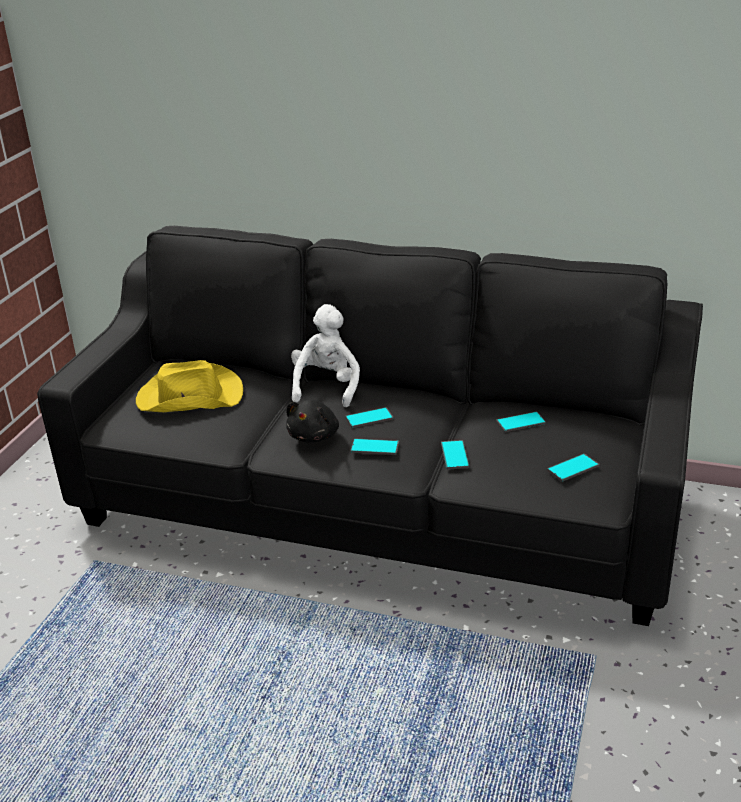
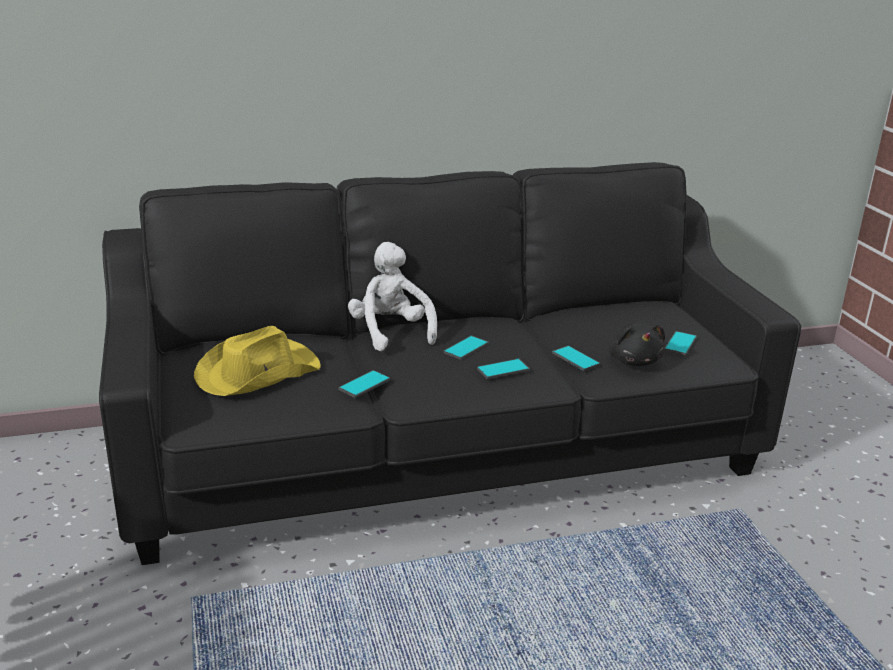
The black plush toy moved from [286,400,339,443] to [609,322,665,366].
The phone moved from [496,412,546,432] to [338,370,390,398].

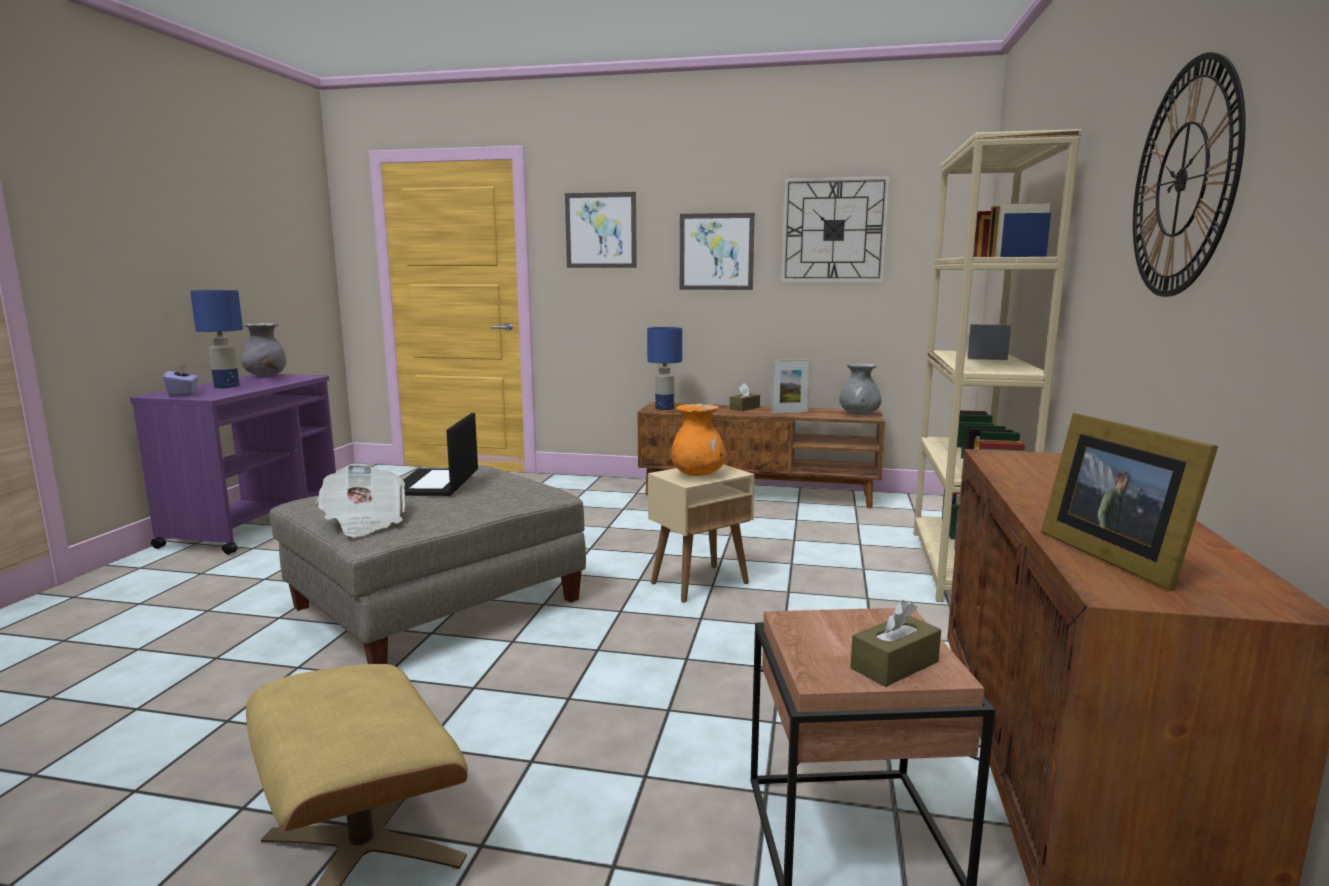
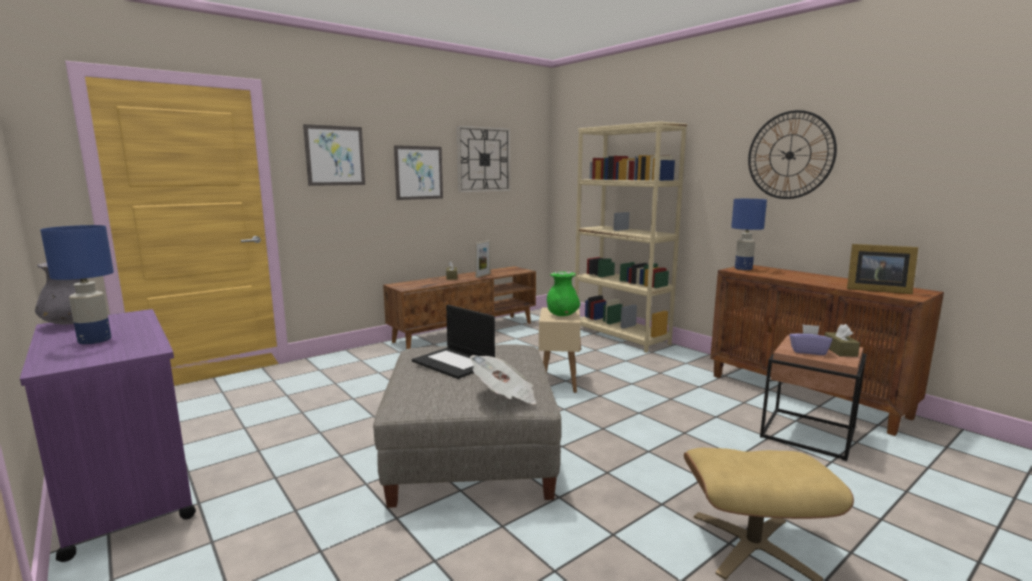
The blue table lamp moved from [647,327,682,410] to [731,199,767,270].
The purple tissue box moved from [163,363,198,397] to [789,324,832,355].
The grey vase at [839,363,881,415] disappeared.
The orange vase at [672,404,726,476] became the green vase at [547,271,580,316].

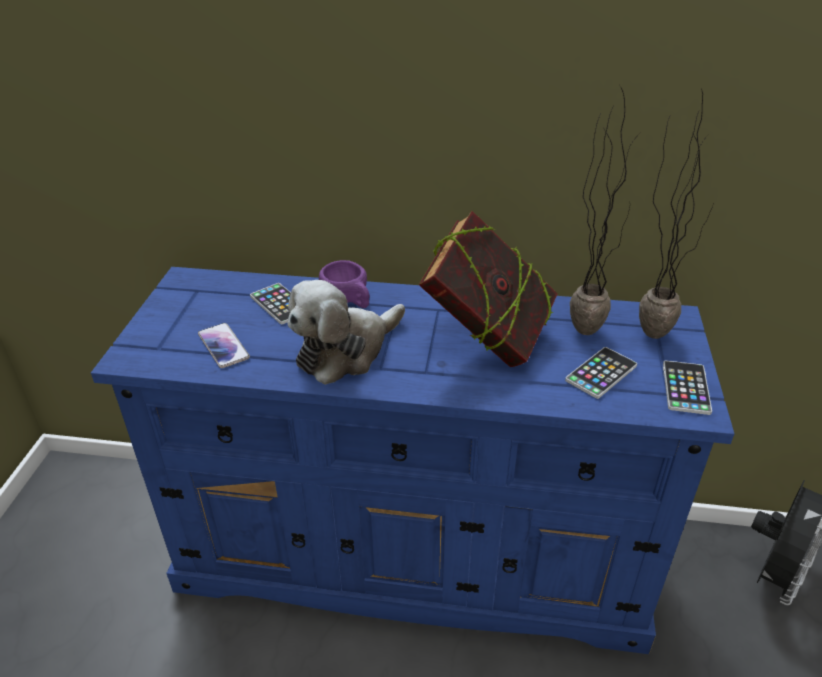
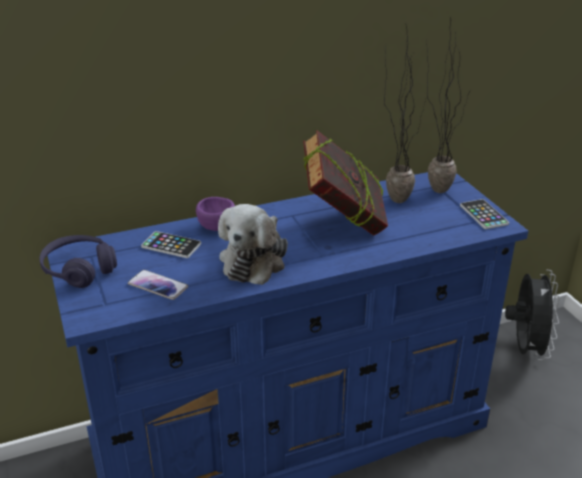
The phone at [565,347,637,399] disappeared.
The purple headphones at [40,235,117,288] appeared.

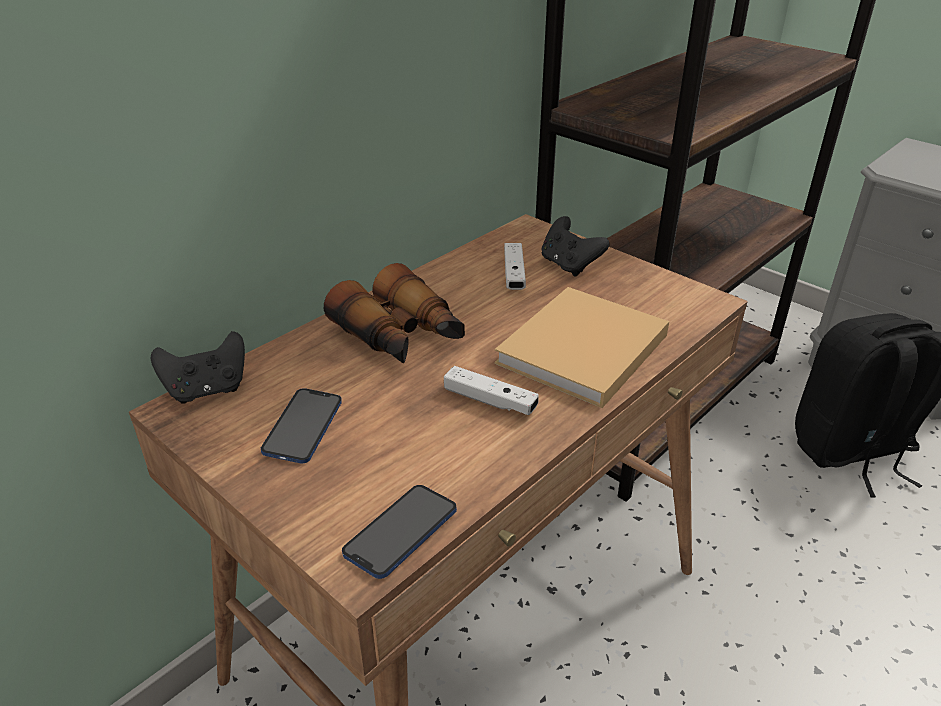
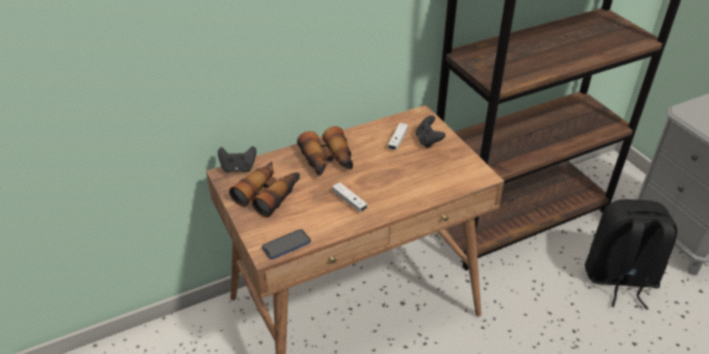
The beige book at [495,287,669,408] disappeared.
The phone at [261,388,342,464] was replaced by the binoculars at [229,162,300,217].

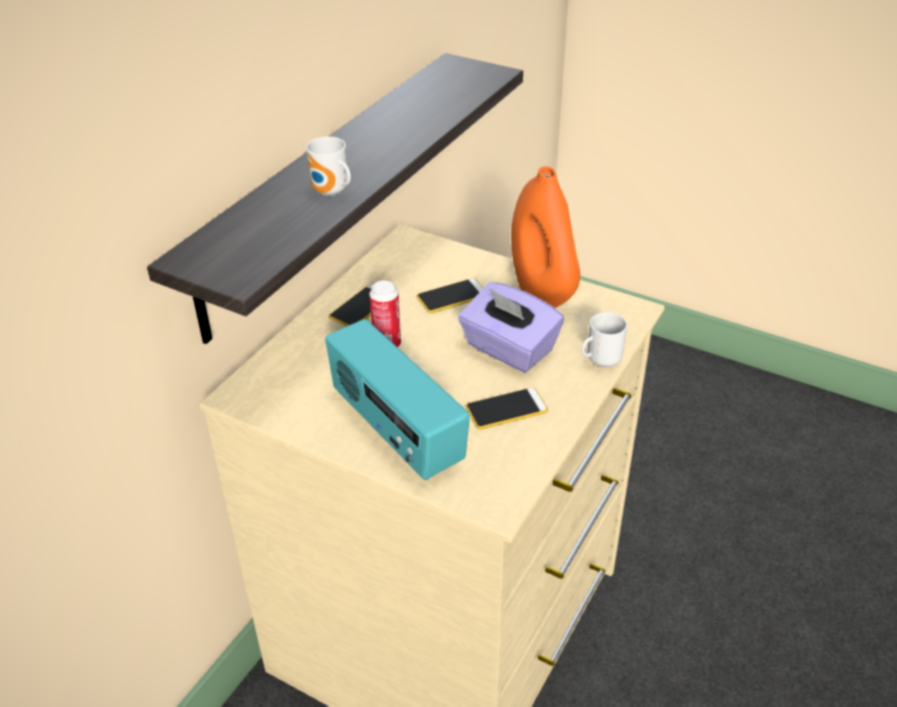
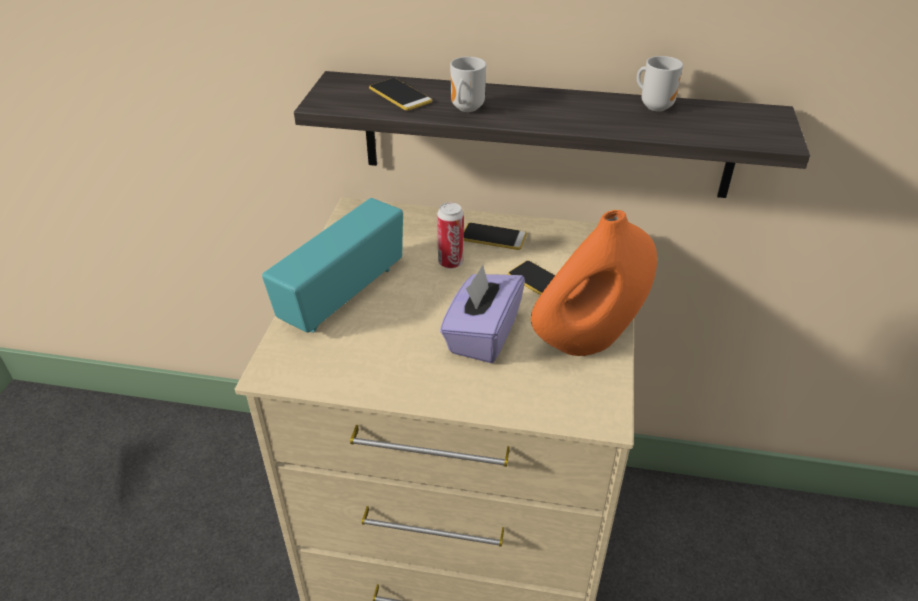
The mug moved from [581,312,627,367] to [637,56,683,112].
The phone moved from [466,388,548,430] to [369,78,432,111].

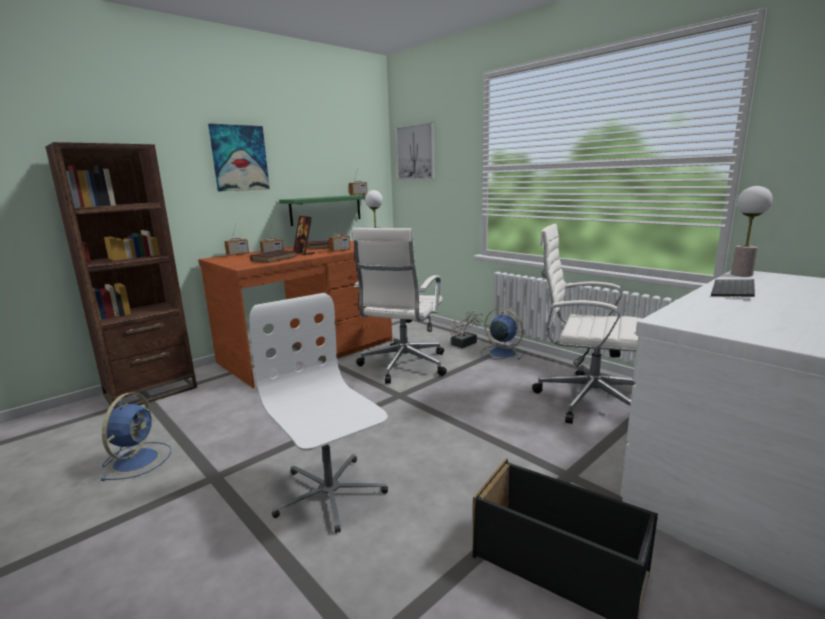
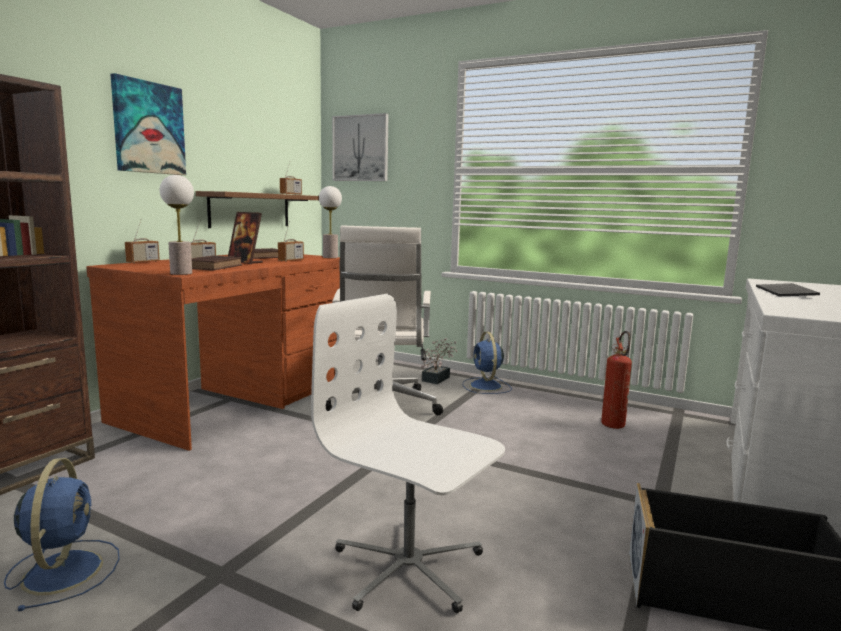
The table lamp moved from [731,186,773,277] to [160,175,194,275].
The green shelf at [279,195,366,226] became the brown shelf at [196,191,319,228].
The white office chair at [532,224,642,424] was replaced by the fire extinguisher at [601,331,632,429].
The blue fan at [481,308,524,360] turned 120 degrees counterclockwise.

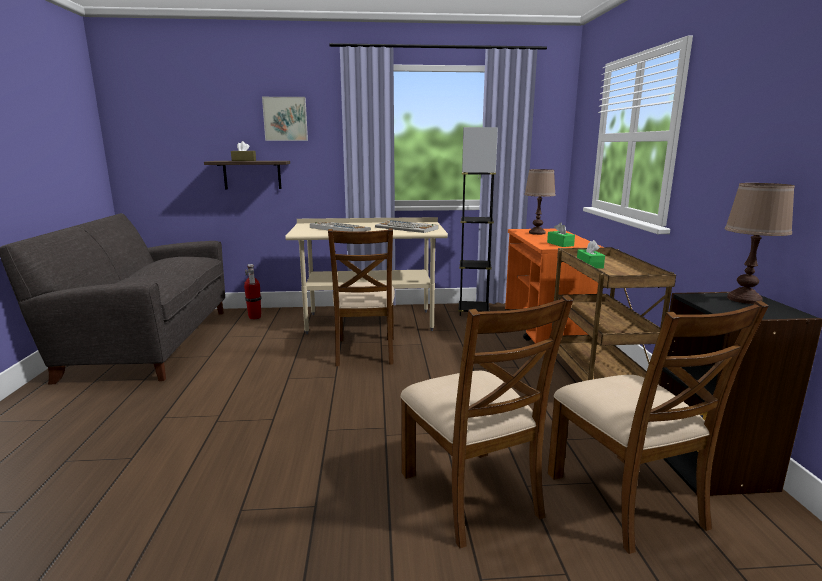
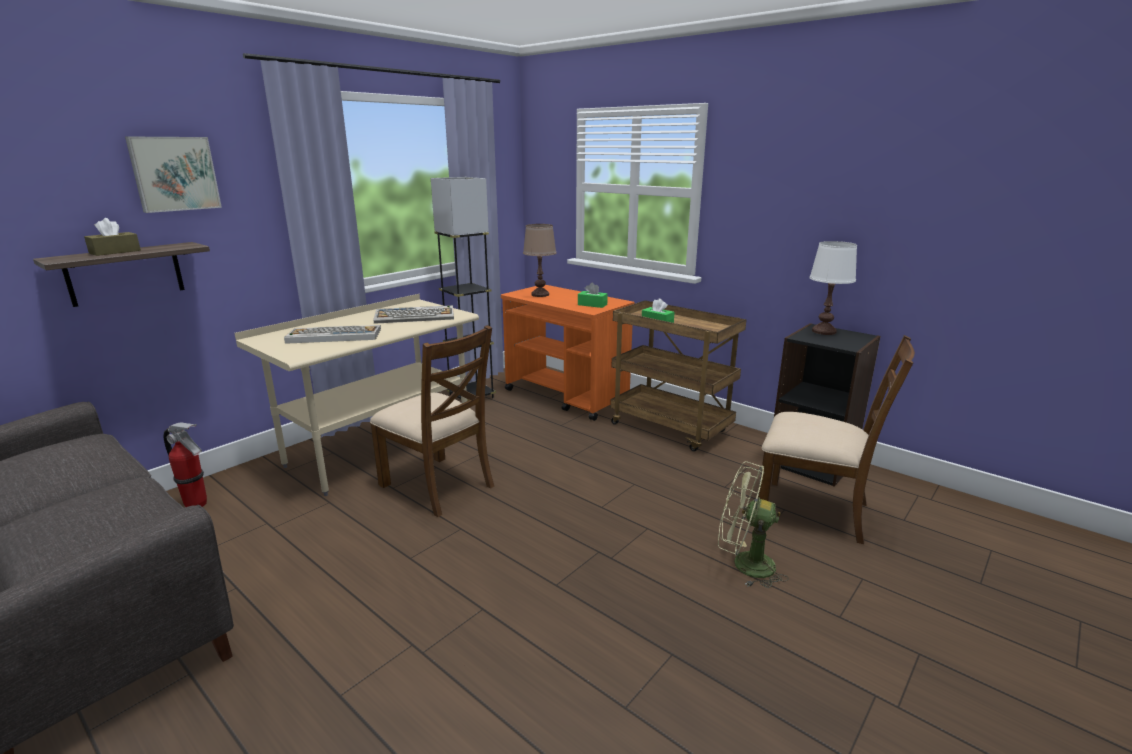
The brown table lamp at [725,183,795,304] became the white table lamp at [809,241,857,335].
The brown chair at [400,295,573,548] was replaced by the green fan at [718,461,789,588].

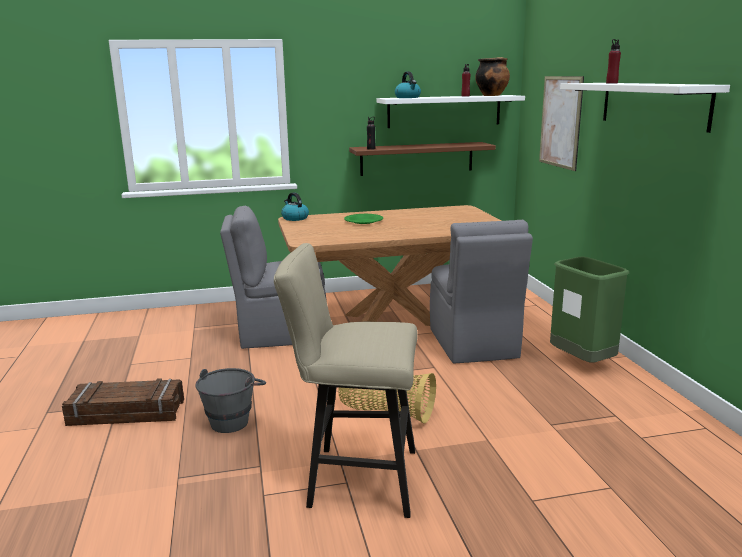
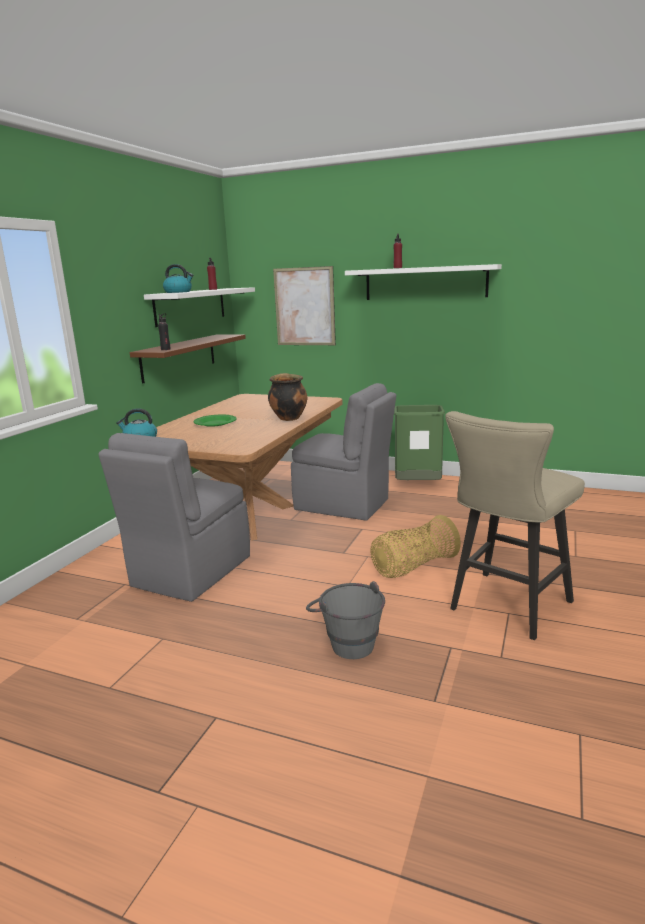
The cooking pot moved from [475,57,510,96] to [268,373,307,421].
The crate at [62,378,184,426] disappeared.

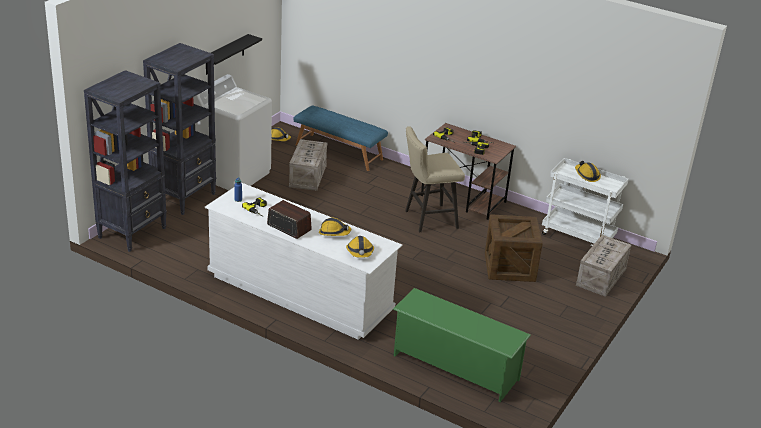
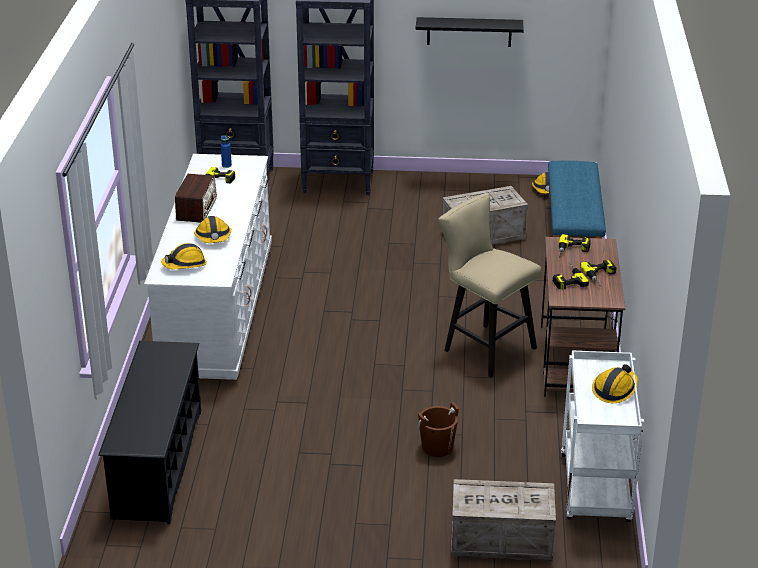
The white washing machine at [193,74,272,190] disappeared.
The crate at [485,214,543,282] was replaced by the brown bucket at [417,402,459,457].
The green shoe rack at [393,288,531,402] became the black shoe rack at [98,341,201,524].

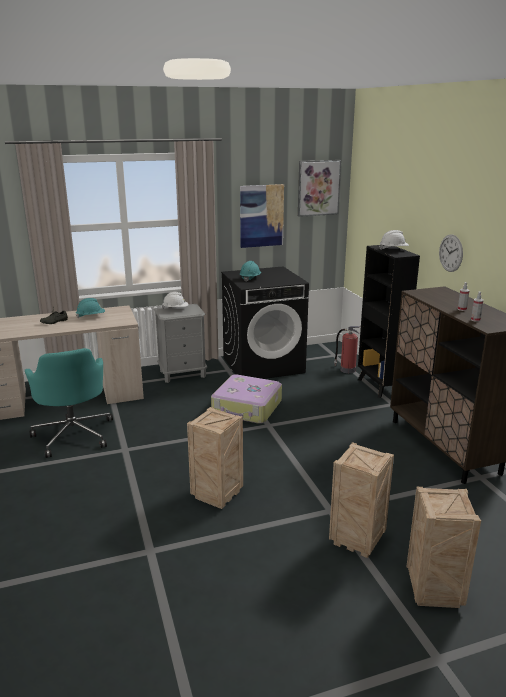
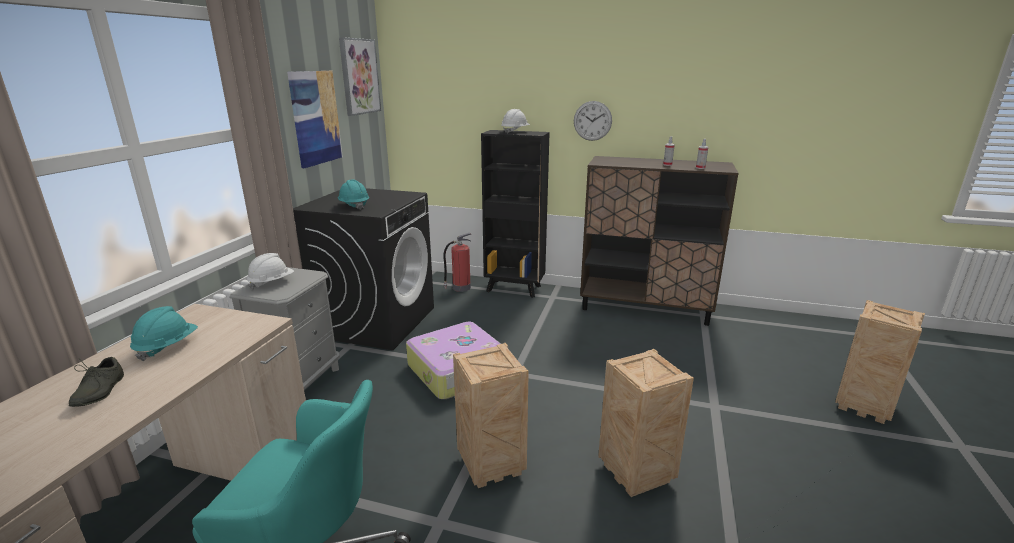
The crate moved from [329,442,394,558] to [453,343,529,488].

